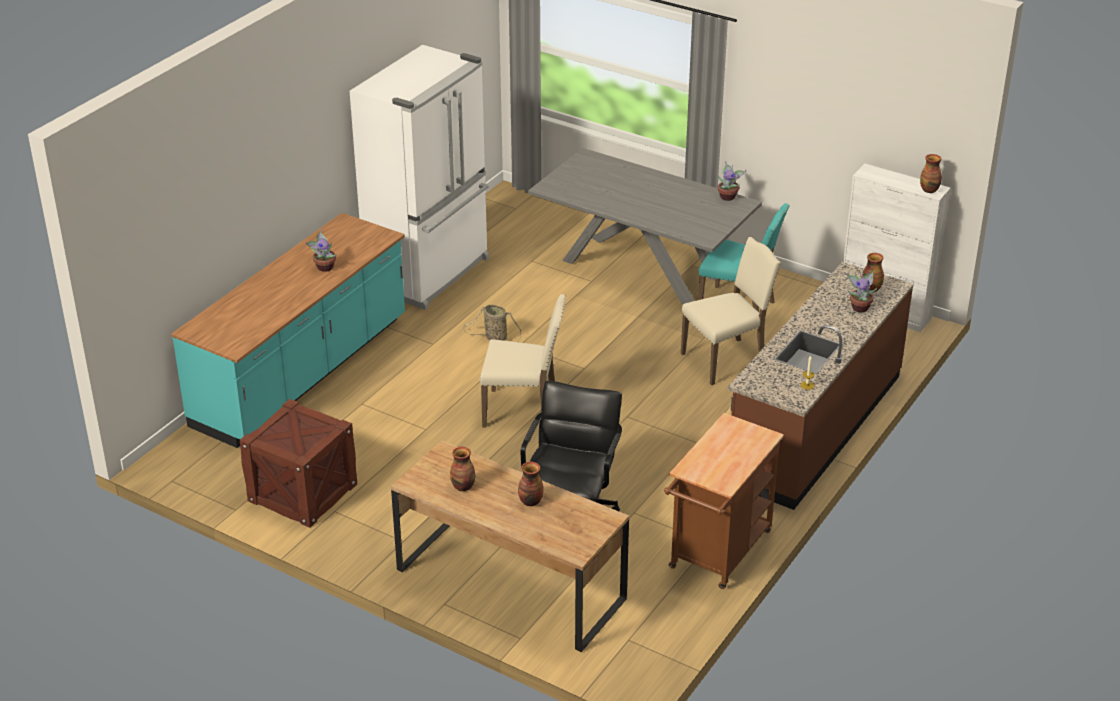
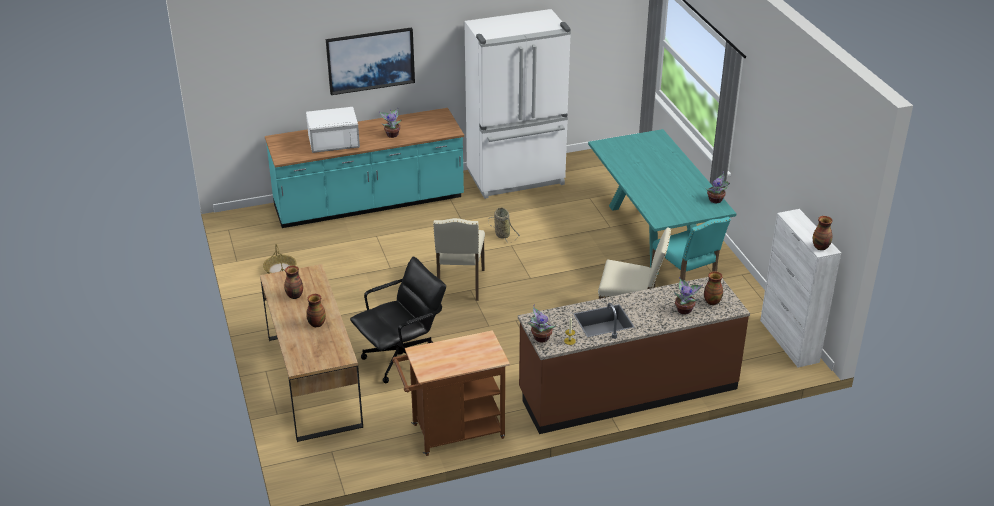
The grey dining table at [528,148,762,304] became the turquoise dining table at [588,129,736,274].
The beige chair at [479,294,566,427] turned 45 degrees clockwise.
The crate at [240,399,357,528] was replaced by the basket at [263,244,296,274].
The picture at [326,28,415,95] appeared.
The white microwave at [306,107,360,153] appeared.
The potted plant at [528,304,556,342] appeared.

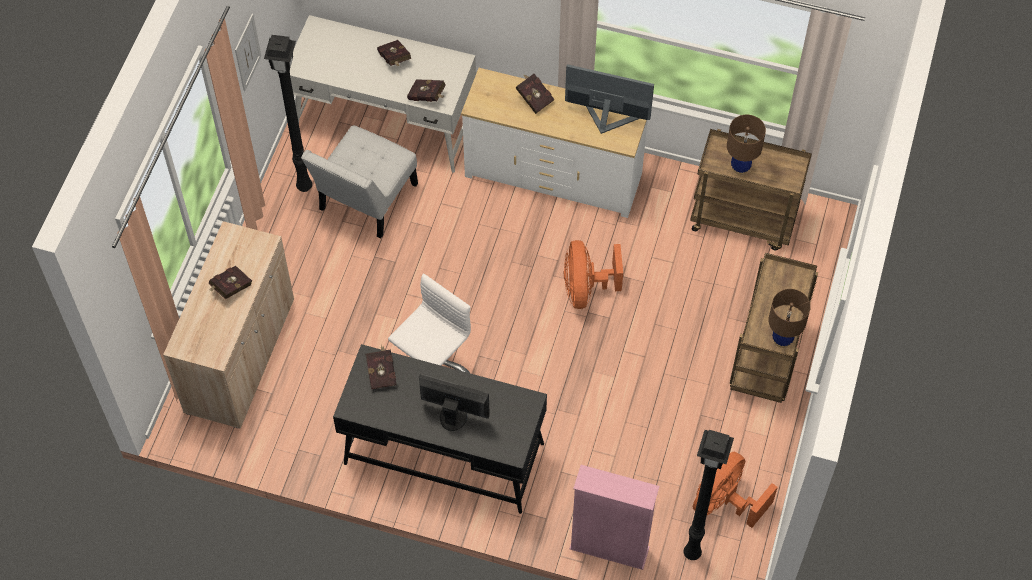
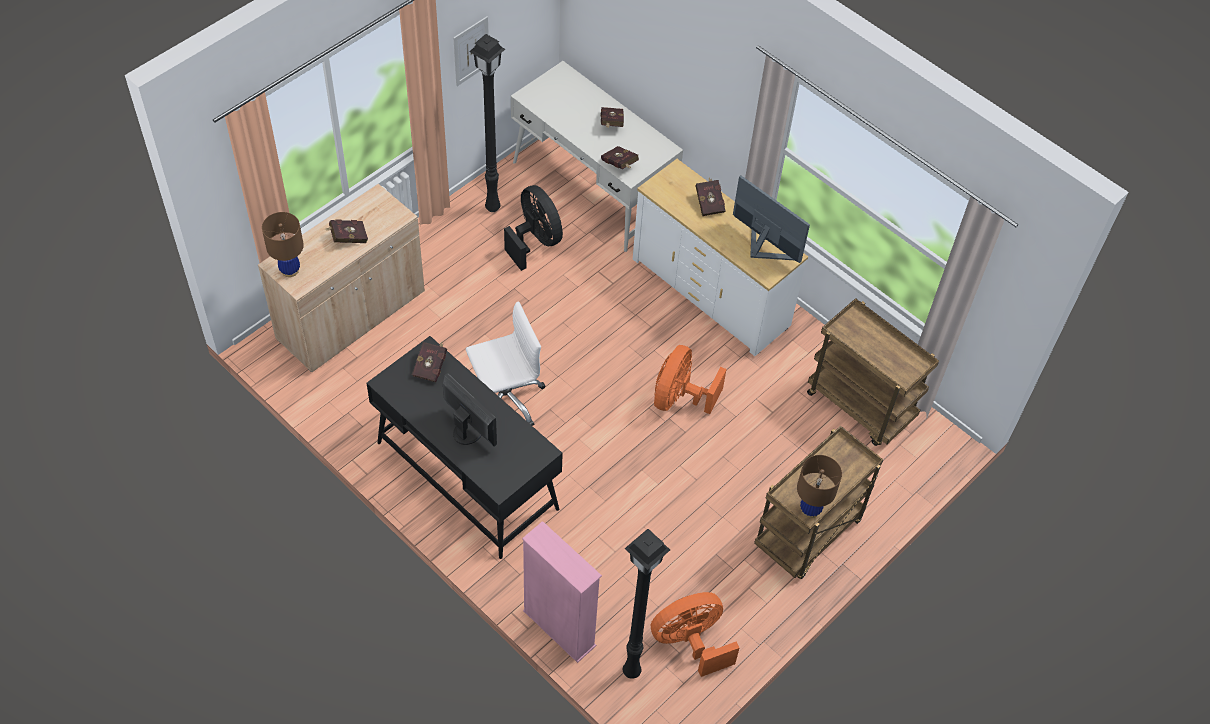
The brown table lamp moved from [727,115,766,175] to [262,212,304,277].
The white chair at [301,125,418,238] was replaced by the black fan at [504,185,563,271].

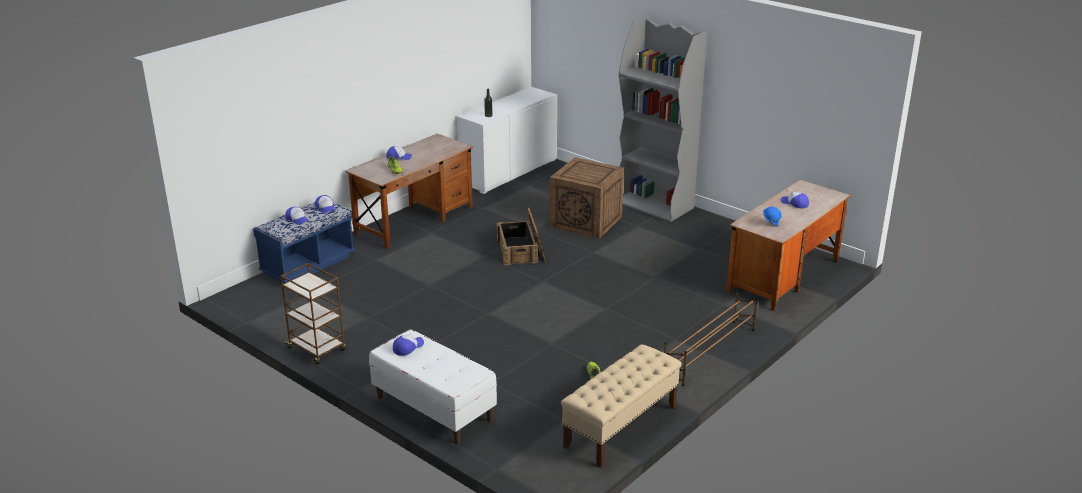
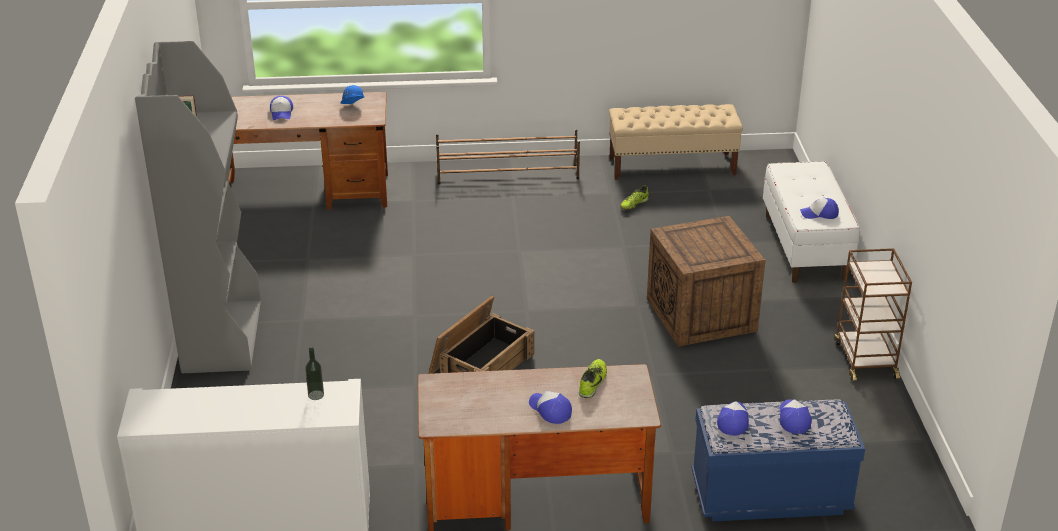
The crate moved from [550,157,624,239] to [647,216,765,347].

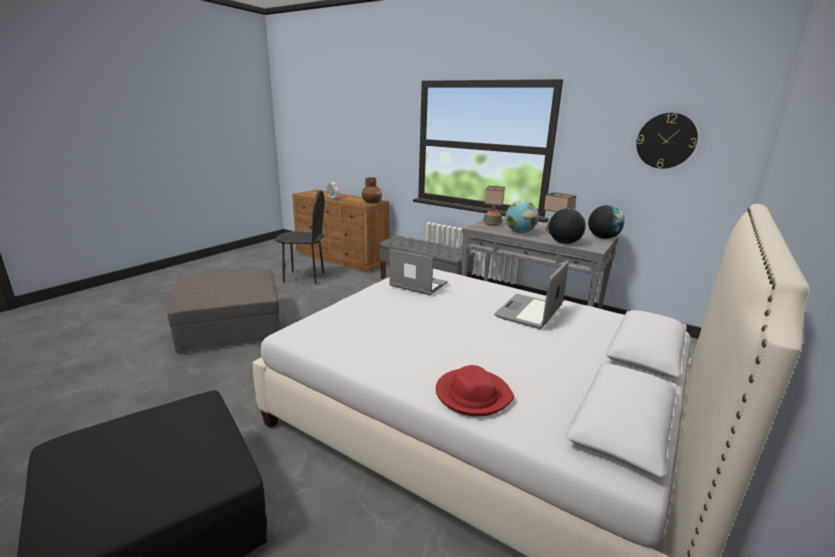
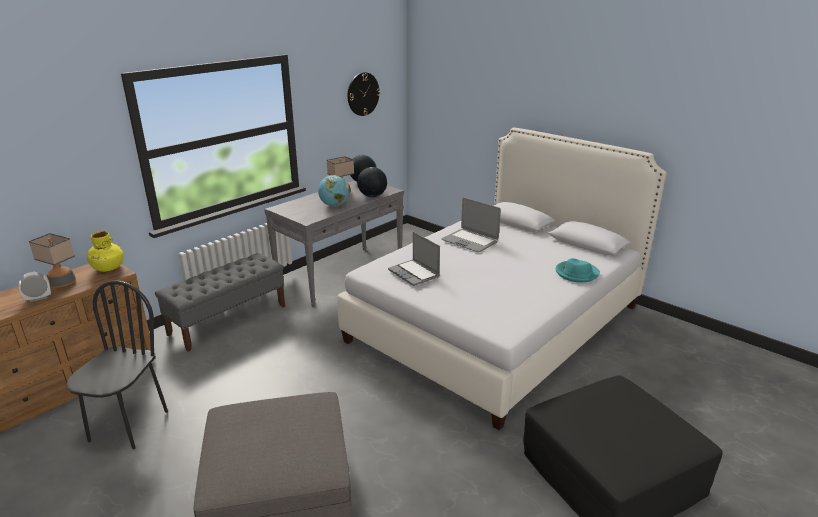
The brown vase at [362,177,382,203] became the yellow vase at [87,231,124,272].
The table lamp moved from [483,186,505,226] to [29,233,76,288].
The laptop at [389,249,447,295] turned 75 degrees counterclockwise.
The red hat at [436,365,514,417] became the turquoise hat at [556,258,600,283].

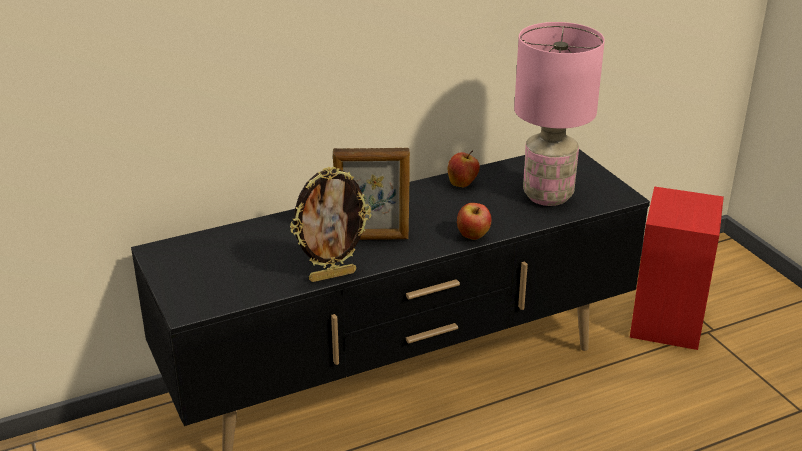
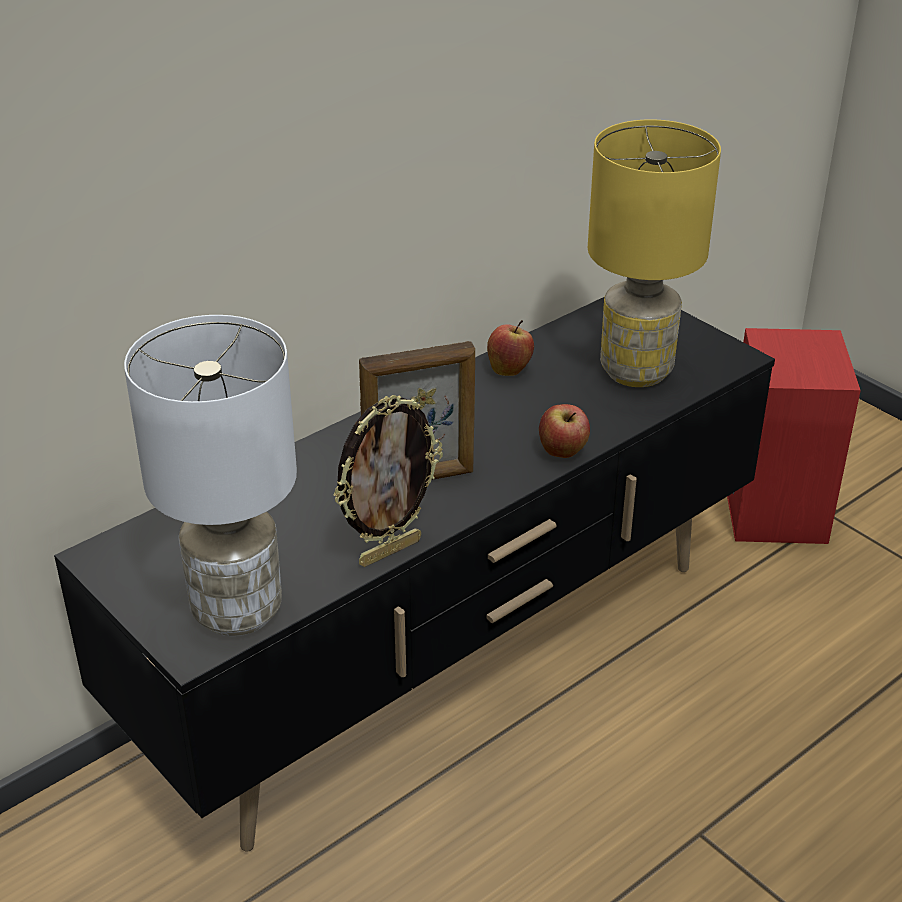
The pink table lamp at [514,22,605,206] became the yellow table lamp at [588,120,721,387].
The white table lamp at [124,315,297,636] appeared.

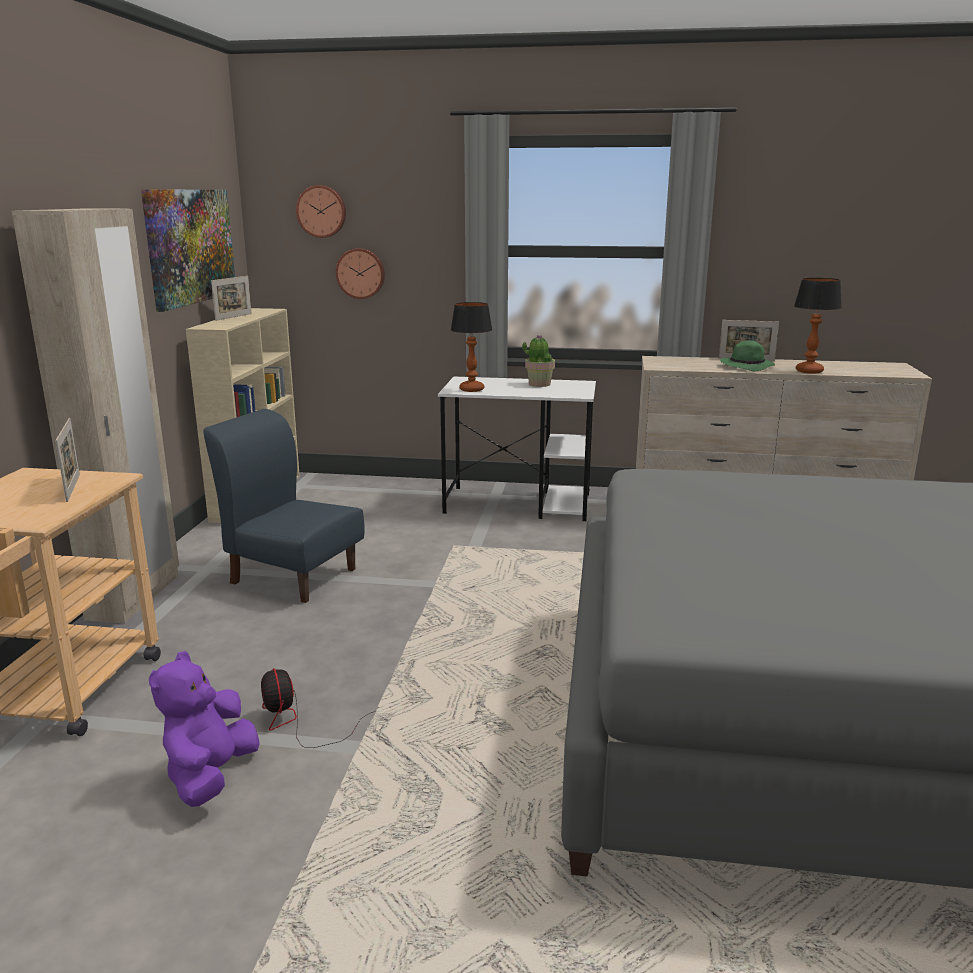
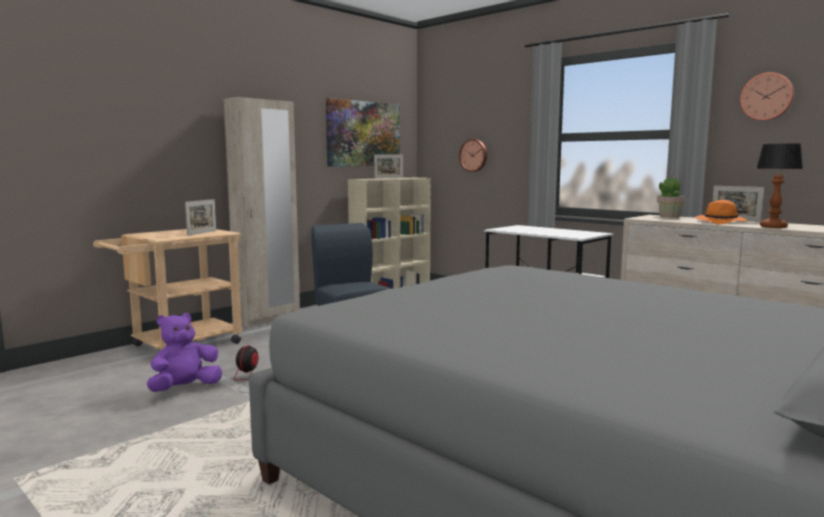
The wall clock moved from [296,185,346,238] to [740,72,794,121].
The table lamp at [451,302,492,392] disappeared.
The potted plant moved from [522,335,555,387] to [657,175,685,218].
The green hat at [720,340,775,371] became the orange hat at [696,200,747,224].

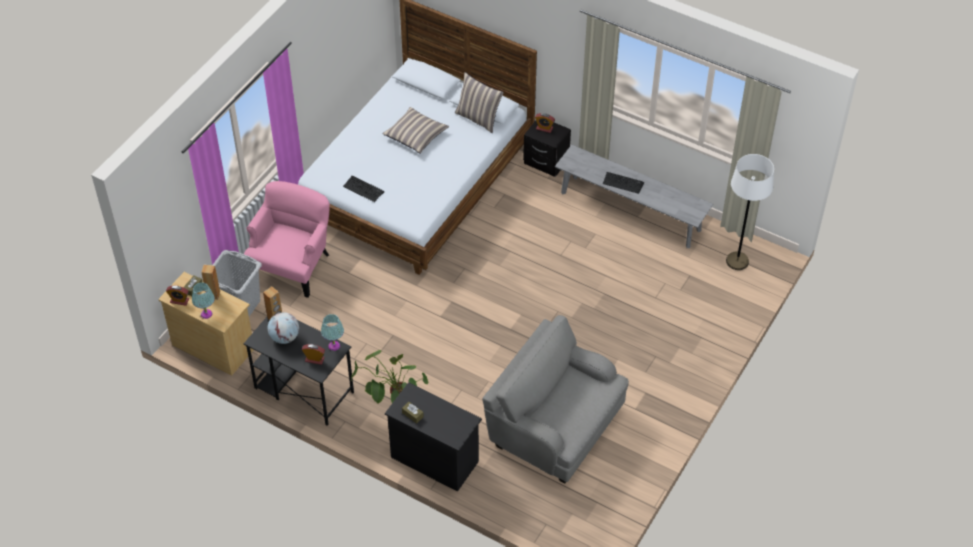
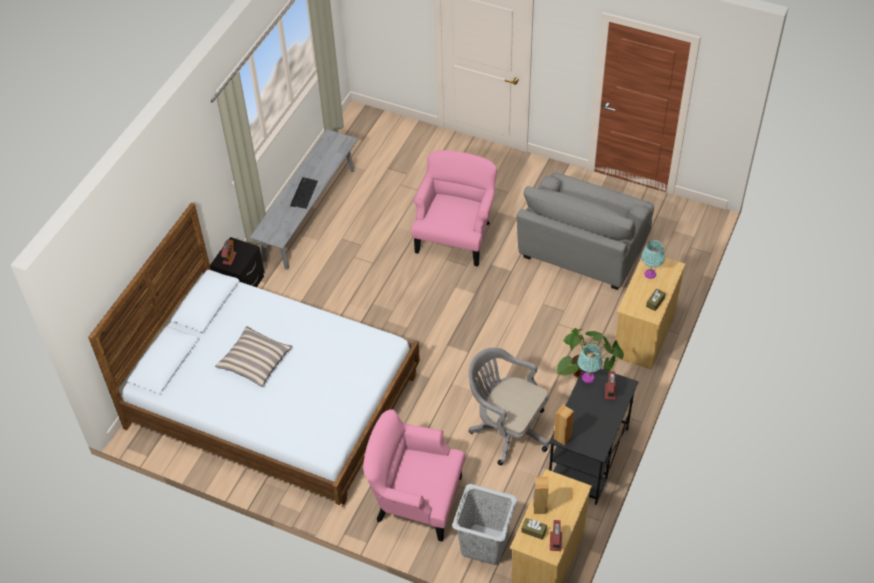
The pillow at [455,72,504,133] disappeared.
The white floor lamp at [726,154,774,270] disappeared.
The keyboard at [343,176,384,202] disappeared.
The turquoise table lamp moved from [192,282,215,319] to [641,240,665,279].
The globe at [268,312,299,344] disappeared.
The black dresser at [385,382,482,492] became the beige dresser at [615,257,685,370].
The pink armchair at [411,150,497,267] appeared.
The grey office chair at [468,347,549,465] appeared.

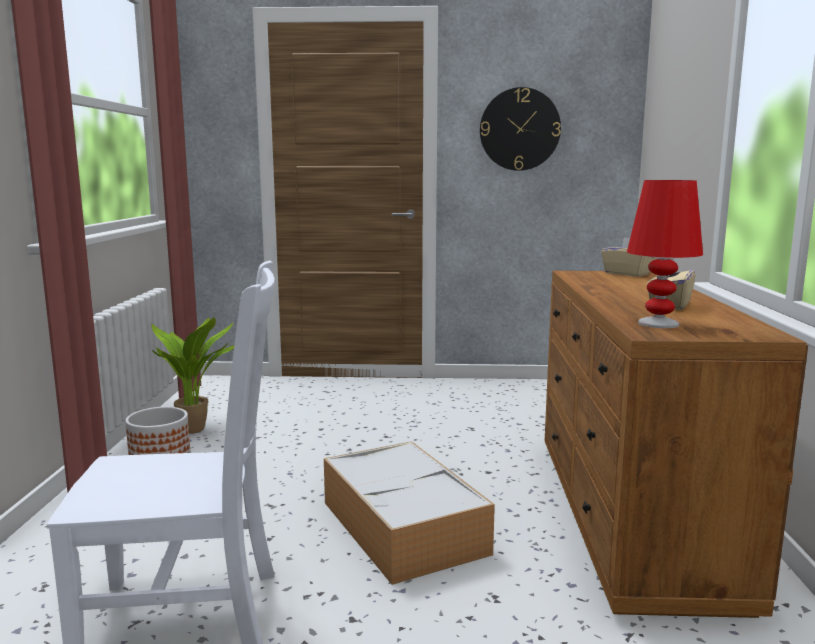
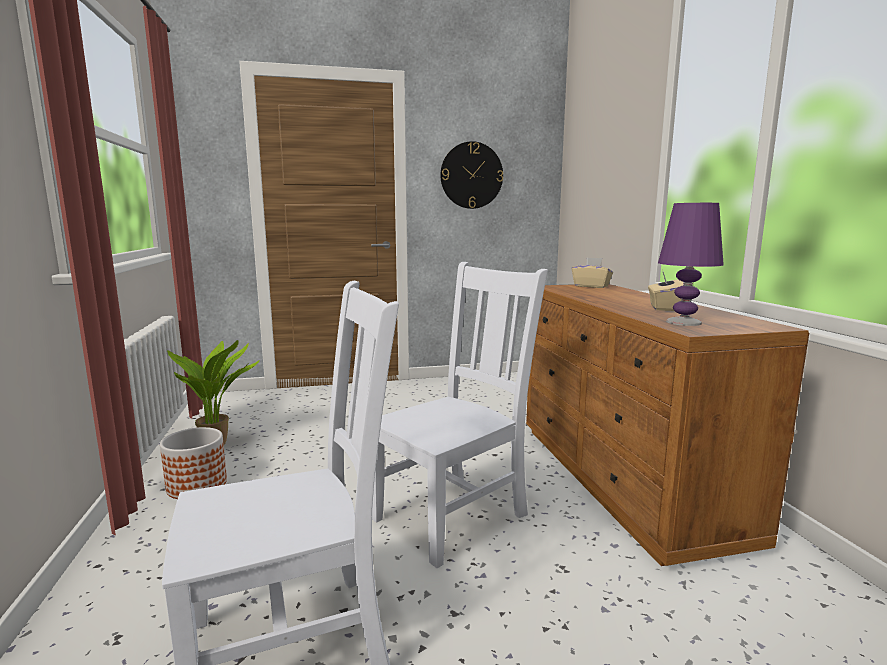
The red table lamp at [627,180,703,328] became the purple table lamp at [658,203,724,326].
The storage box at [324,441,495,585] was replaced by the white chair at [372,262,548,568].

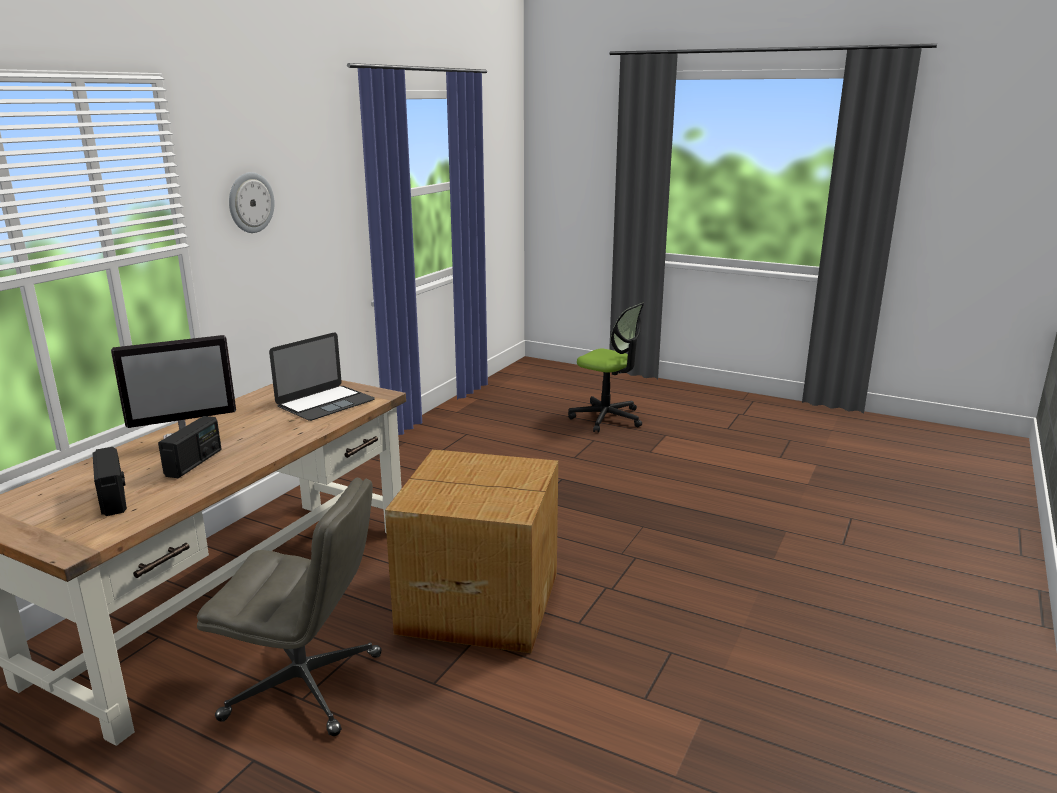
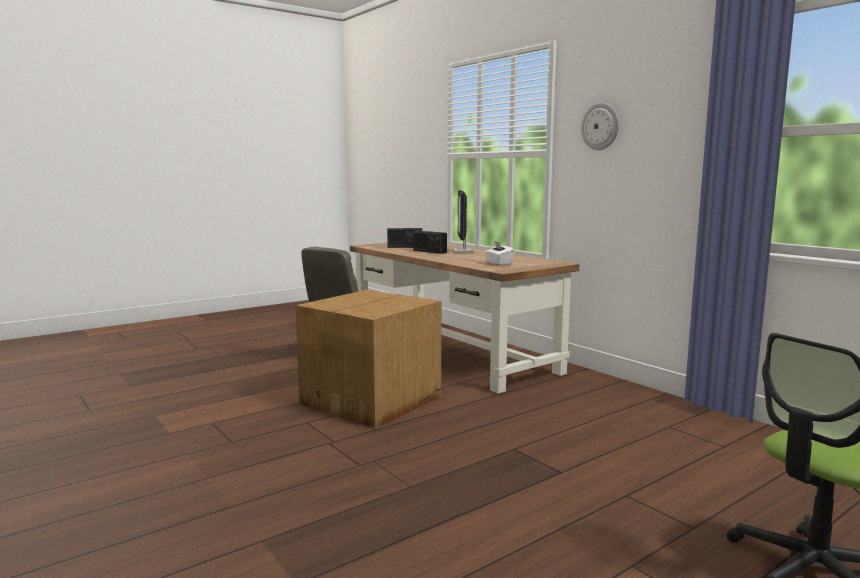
The laptop at [269,332,375,421] was replaced by the white tissue box at [485,241,514,266].

